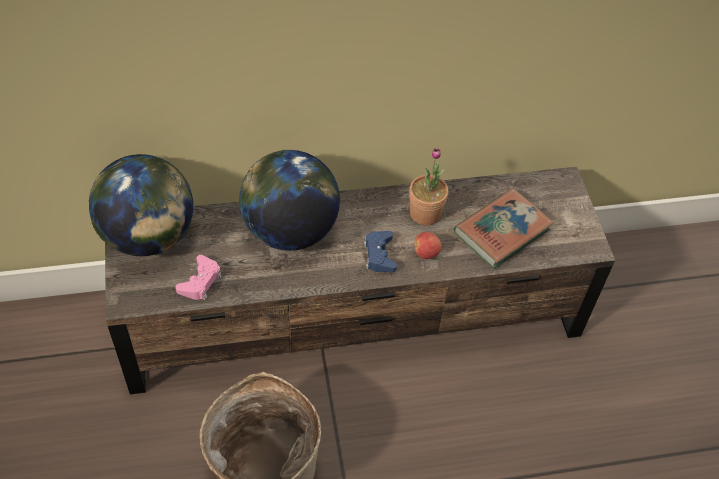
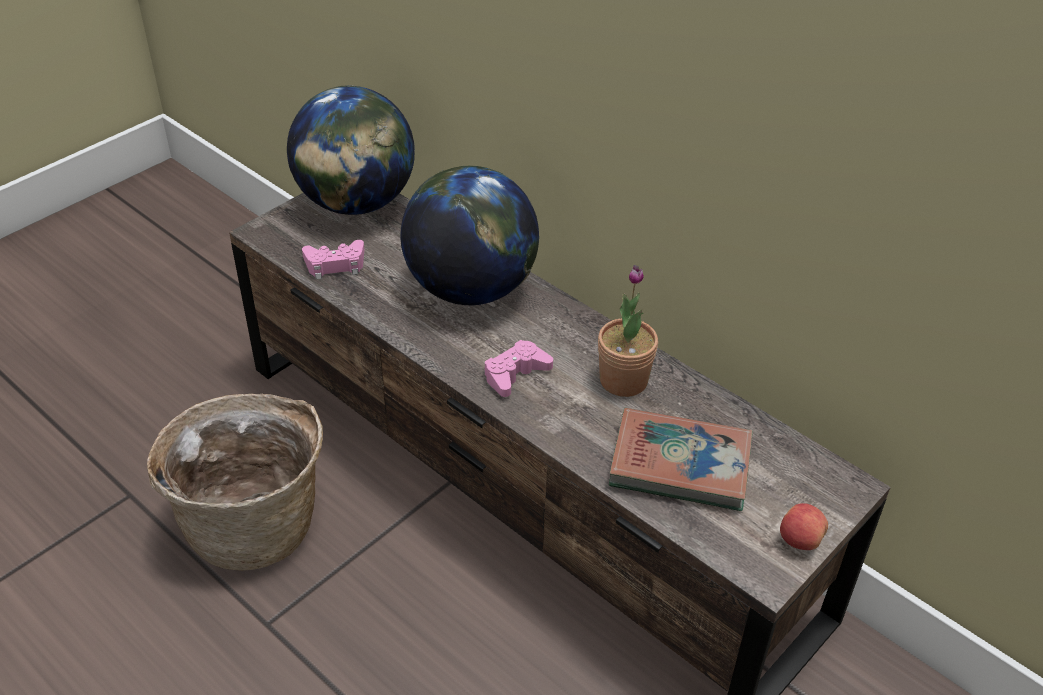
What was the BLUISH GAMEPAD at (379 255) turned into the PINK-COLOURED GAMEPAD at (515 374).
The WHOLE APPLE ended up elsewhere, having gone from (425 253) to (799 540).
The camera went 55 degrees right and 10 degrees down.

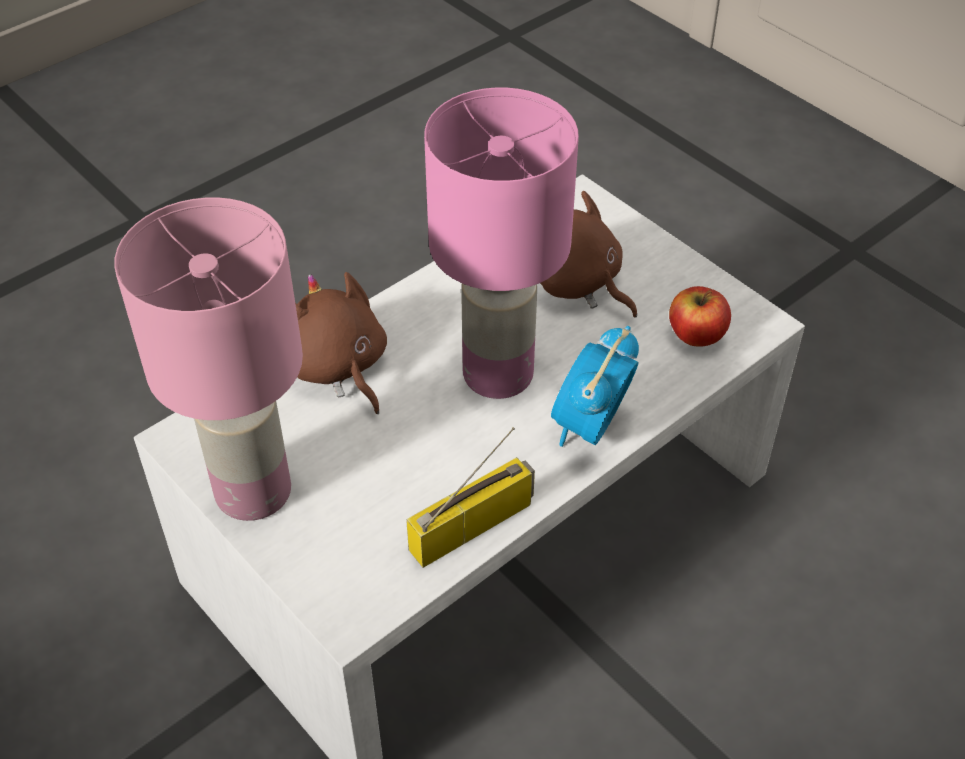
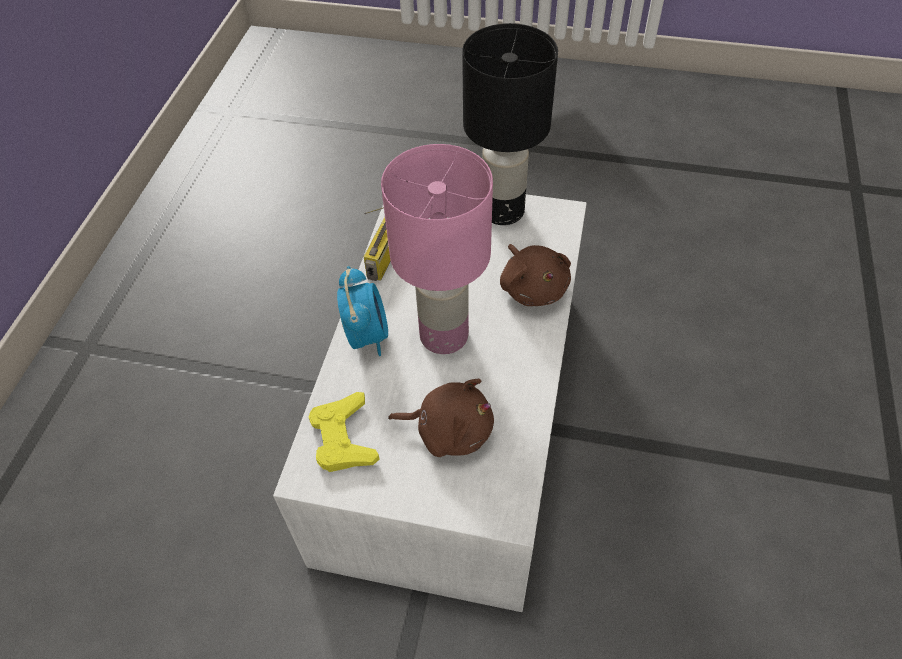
What was the PINK-COLOURED LAMP FOR A TABLE at (255 491) turned into the BLACKISH LAMP FOR A TABLE at (501 211).
The BROWN-COLOURED CUDDLY TOY at (338 368) ended up facing another way, 45 degrees clockwise from before.
Where the WHOLE APPLE stood at (696 335), the YELLOWISH GAMEPAD came to stand at (343 438).
The camera went 145 degrees right and 5 degrees up.

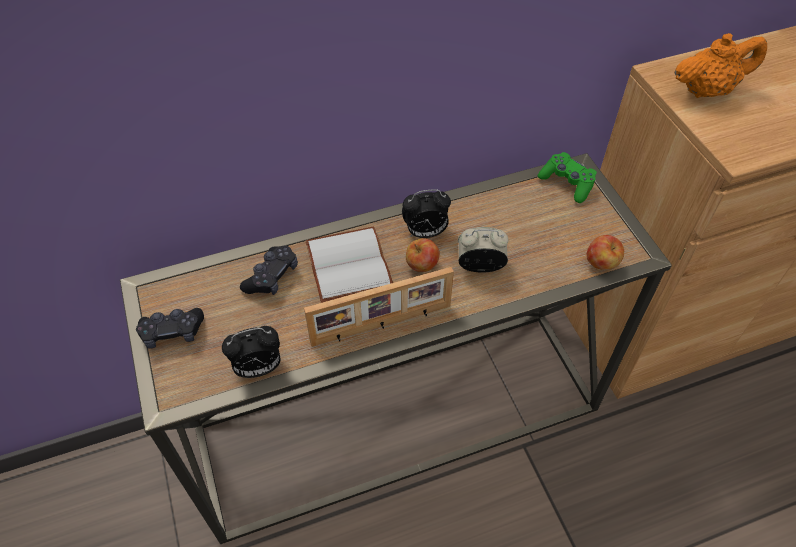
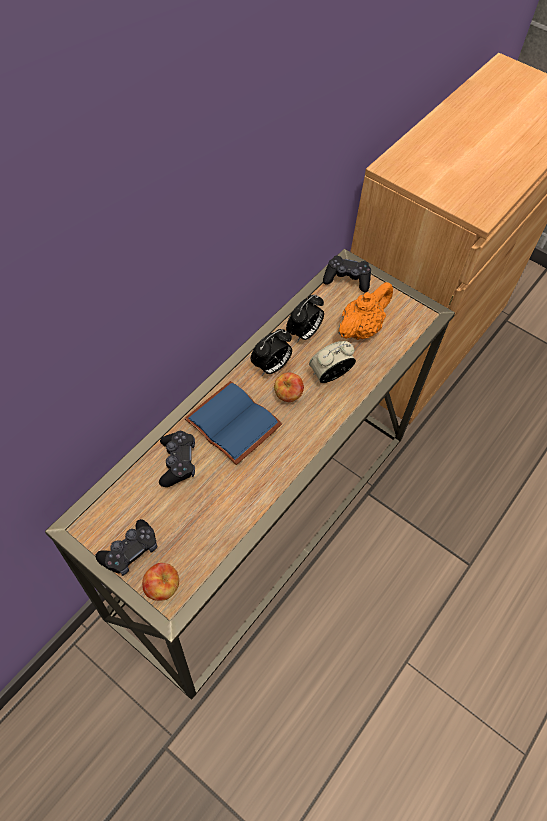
The TABLE CLOCK ended up elsewhere, having gone from (258 368) to (304 334).
The second view lost the PICTURE FRAME at (382 325).
What was the WHITE BOOK at (351 267) turned into the BLUISH BOOK at (235 422).
What was the GREEN-COLOURED GAMEPAD at (567 183) turned into the BLACKISH GAMEPAD at (347 279).
The WHOLE APPLE ended up elsewhere, having gone from (601 263) to (162 587).
The ORANGE TEAPOT ended up elsewhere, having gone from (707 91) to (361 329).
The camera went 35 degrees left and 5 degrees up.

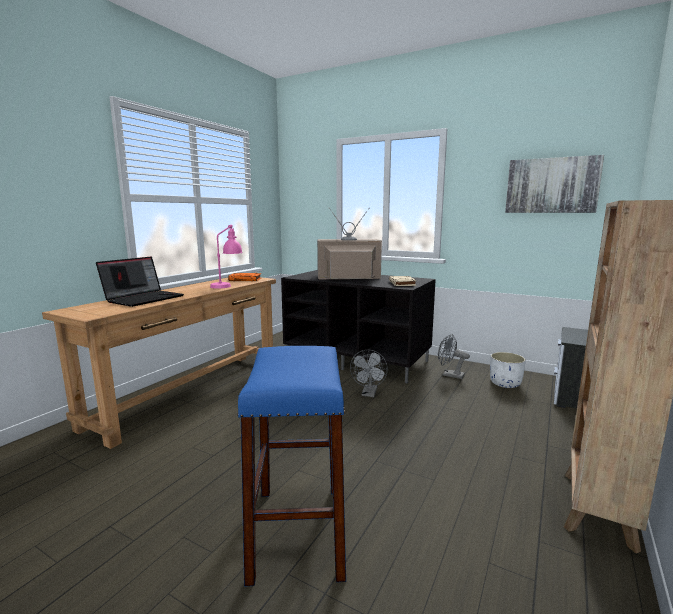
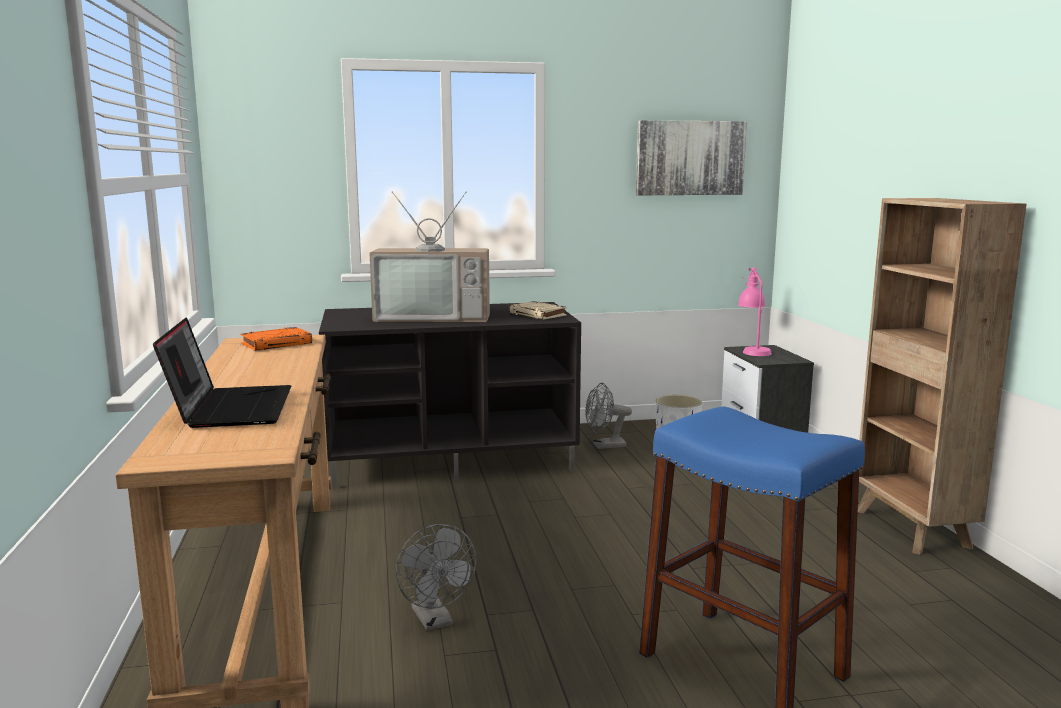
The PINK-COLOURED LAMP FOR A TABLE ended up elsewhere, having gone from (227 285) to (752 350).
The TV SET at (348 278) ended up facing another way, 135 degrees counterclockwise from before.
The GRAY ELECTRIC FAN ended up elsewhere, having gone from (369 394) to (435 621).
The camera went 40 degrees left and 0 degrees up.

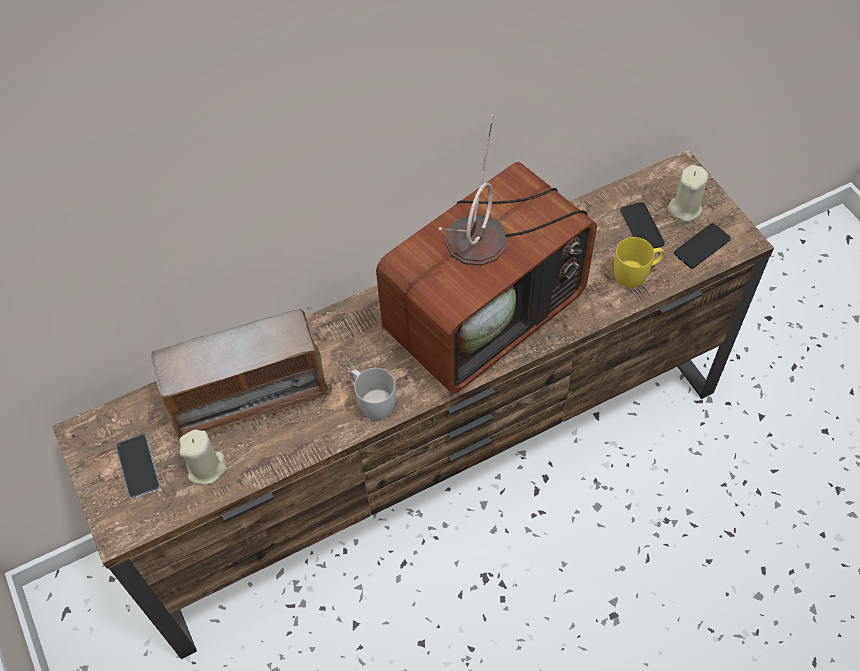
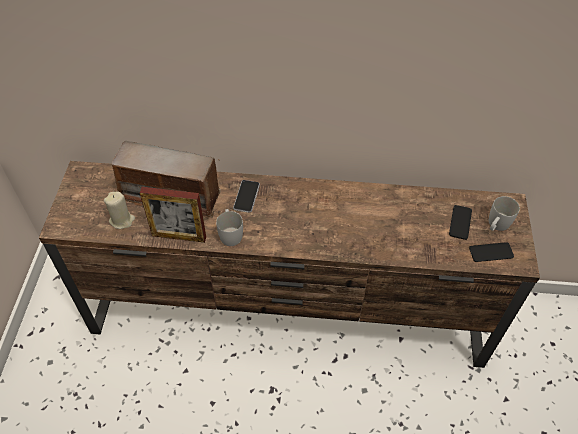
The HANDSET ended up elsewhere, having gone from (138 466) to (246 196).
The second view lost the TV SET at (484 309).
The second view lost the YELLOWISH MUG at (636 273).
Where the BEIGE-COLOURED CANDLE stood at (684 208), the WHITE MUG came to stand at (496 225).
The second view gained the PICTURE FRAME at (179 236).
The camera went 30 degrees right and 5 degrees down.

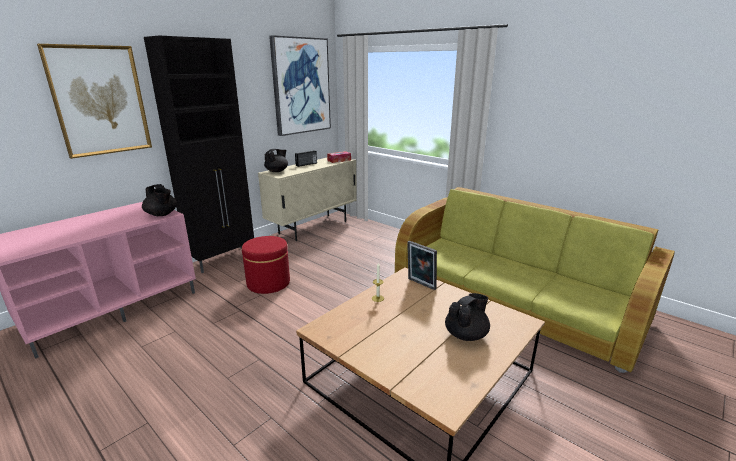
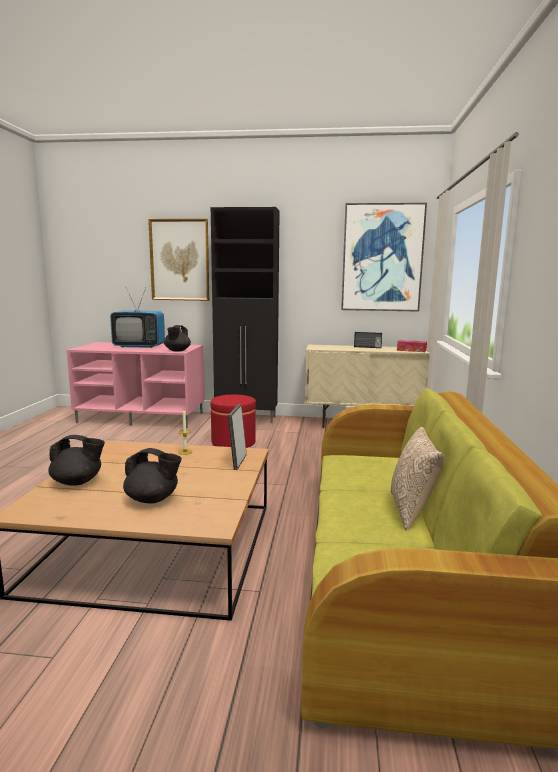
The BLACKISH TEAPOT ended up elsewhere, having gone from (277 171) to (77 482).
The second view gained the TV SET at (139 346).
The second view gained the PILLOW at (412 510).
The camera went 55 degrees right and 10 degrees down.

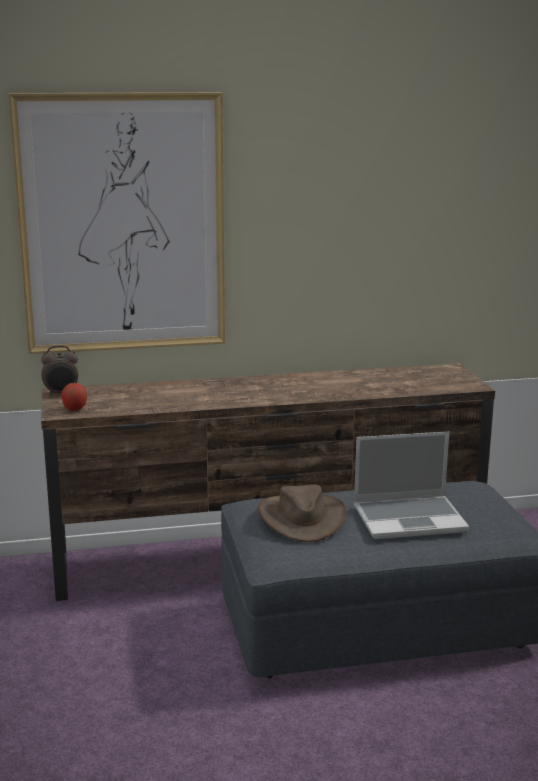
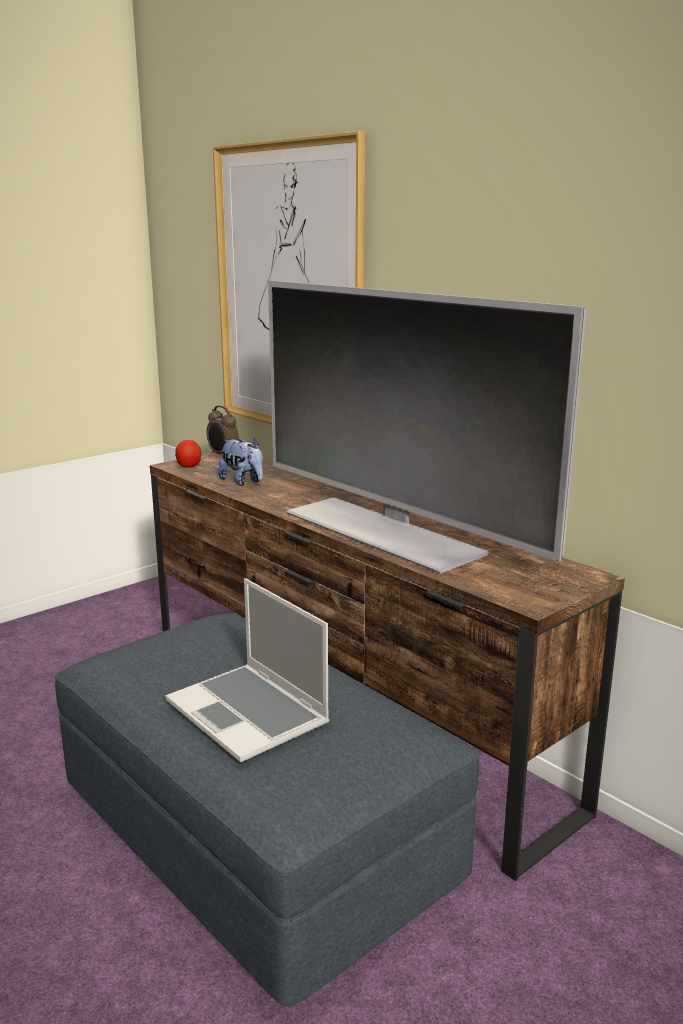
The second view lost the BROWN-COLOURED WEARABLE HAT at (301 518).
The second view gained the CUDDLY TOY at (243 482).
The second view gained the TV SET at (384 531).
The camera went 60 degrees right and 0 degrees up.

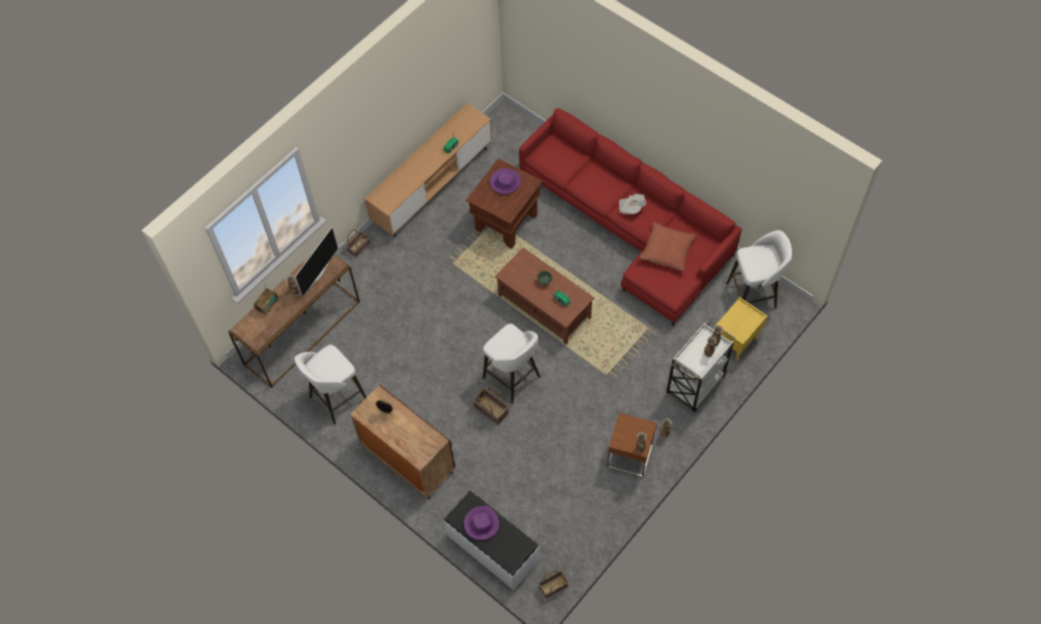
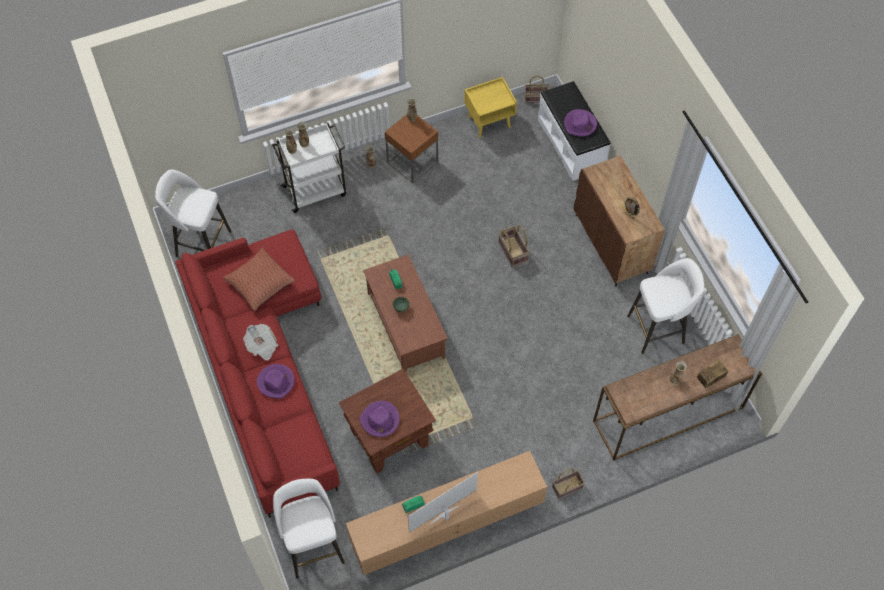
The TV SET ended up elsewhere, having gone from (318 274) to (445 516).
The WHITE SITTING STOOL ended up elsewhere, having gone from (513 378) to (313 545).
The YELLOWISH NIGHTSTAND ended up elsewhere, having gone from (735 341) to (489 121).
The second view gained the PURPLE WEARABLE HAT at (276 382).
The camera went 155 degrees left and 0 degrees up.

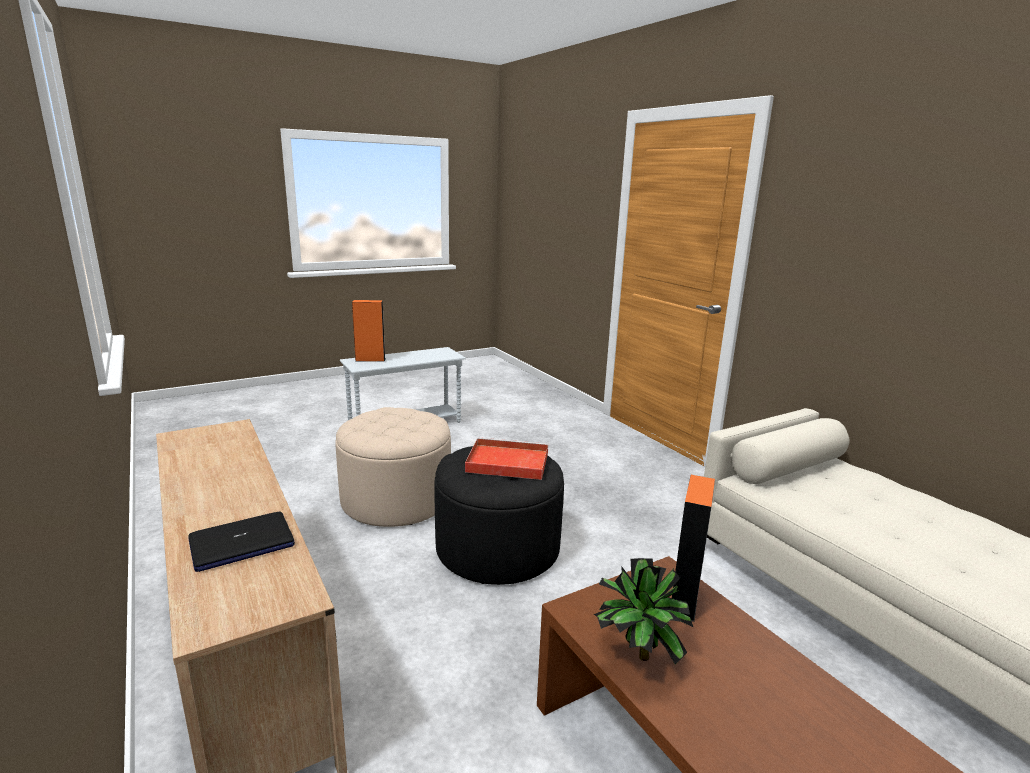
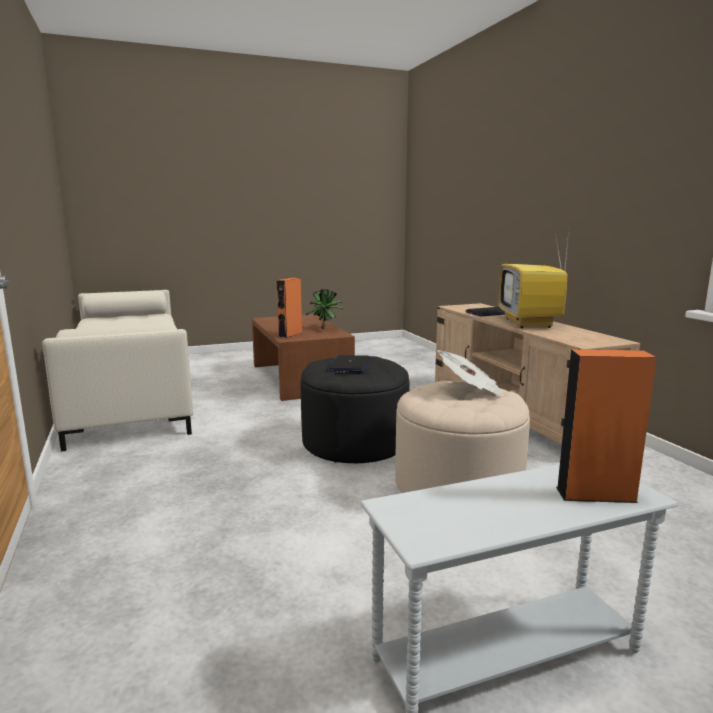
Where the RED SERVING TRAY stood at (506 462), the PORTABLE COMPUTER came to stand at (349 365).
The second view gained the NEWSPAPER at (470 390).
The second view gained the TV SET at (529 323).
The camera went 170 degrees left and 5 degrees down.

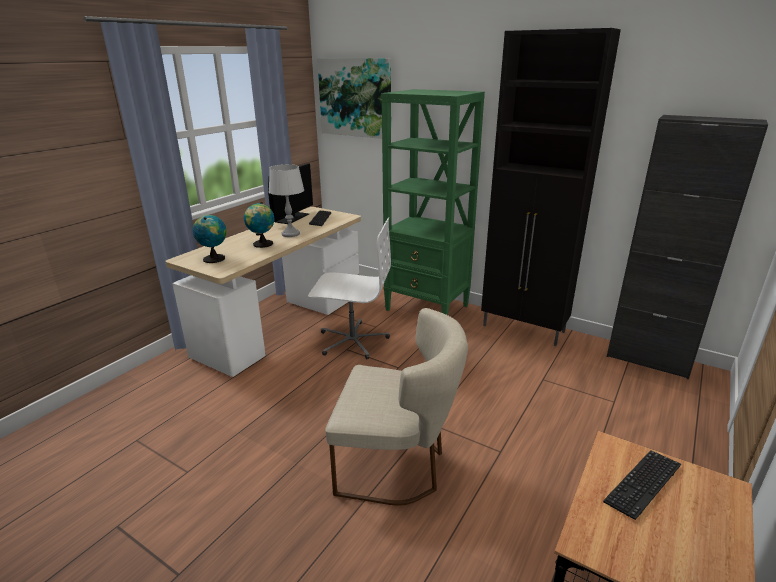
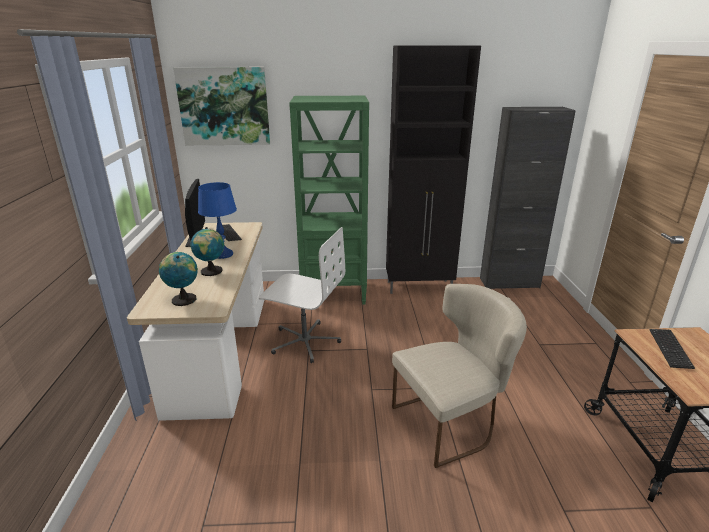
What was the GRAY LAMP FOR A TABLE at (291 234) turned into the BLUISH LAMP FOR A TABLE at (223 254).
The WHITE COMPUTER CHAIR at (352 340) ended up facing another way, 45 degrees clockwise from before.
The camera went 35 degrees left and 0 degrees up.

